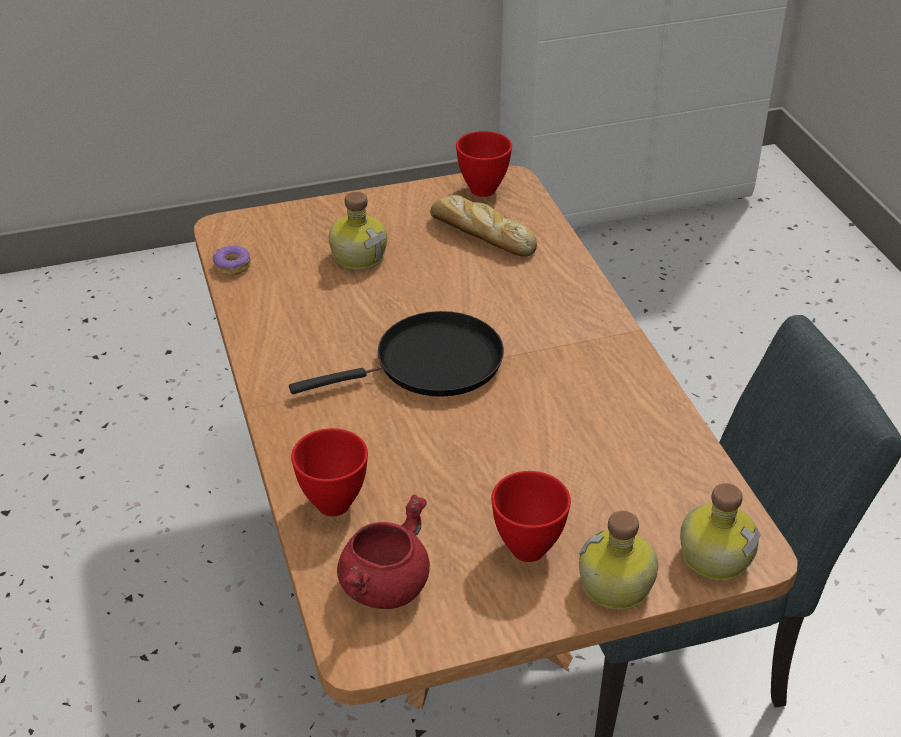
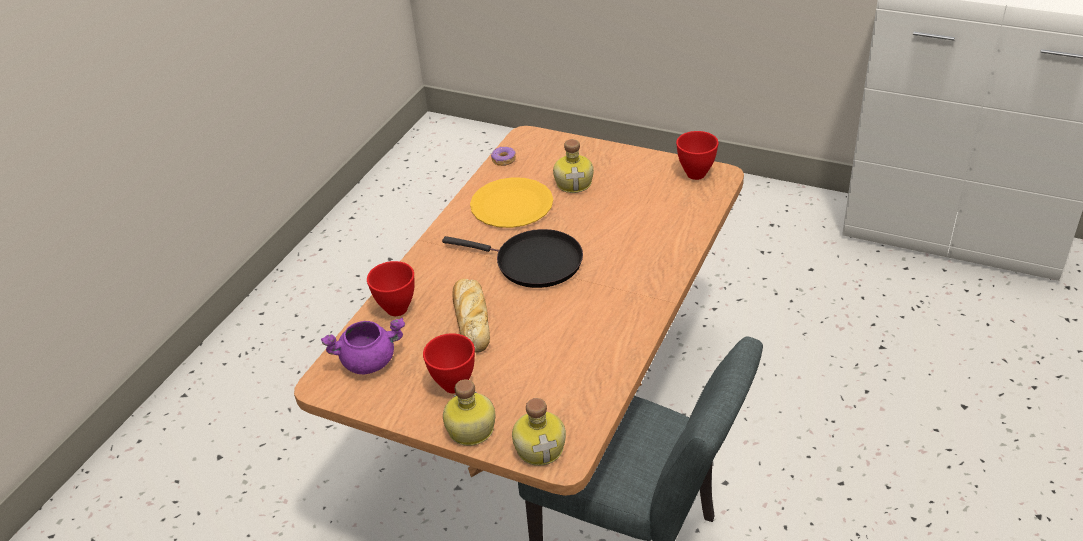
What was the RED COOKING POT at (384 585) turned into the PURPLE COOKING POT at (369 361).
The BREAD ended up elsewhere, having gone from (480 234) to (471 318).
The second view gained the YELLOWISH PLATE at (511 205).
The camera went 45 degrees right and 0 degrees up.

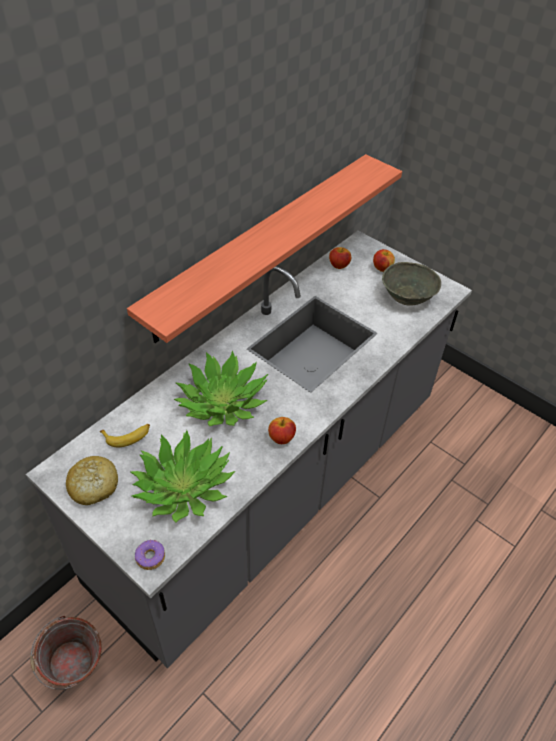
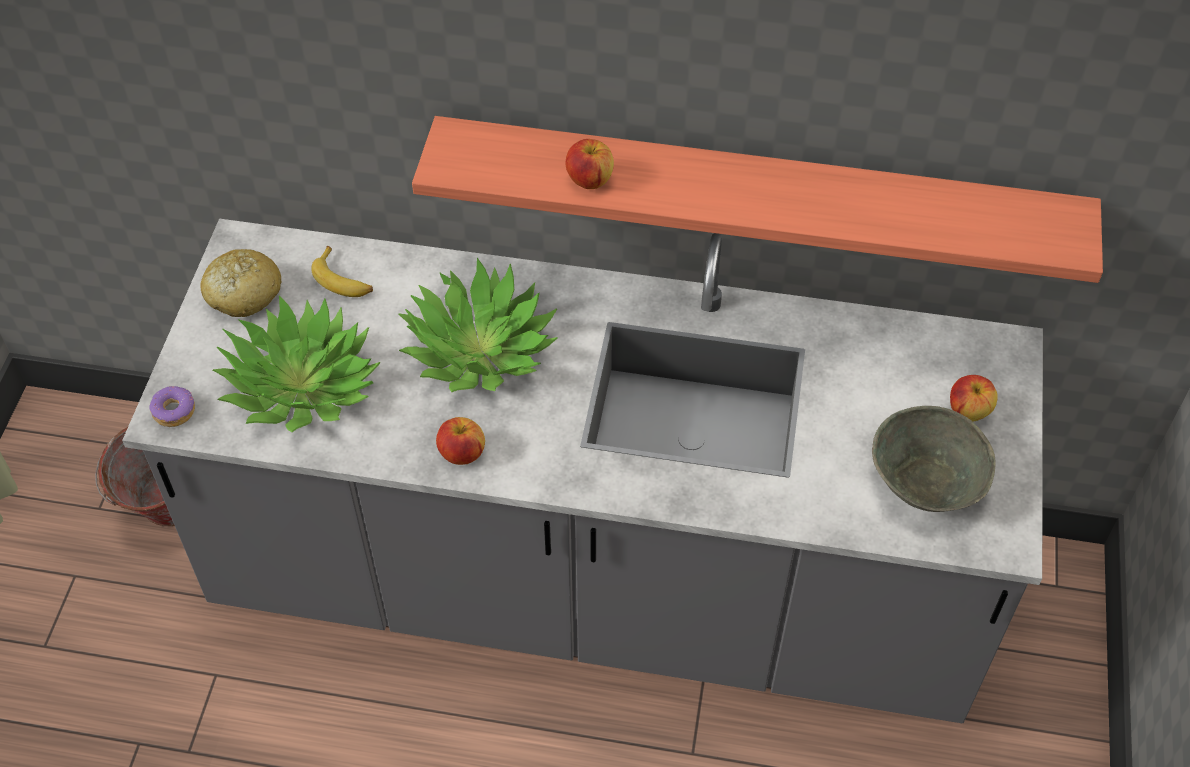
The WHOLE APPLE ended up elsewhere, having gone from (339 265) to (589 180).
The camera went 60 degrees right and 5 degrees up.

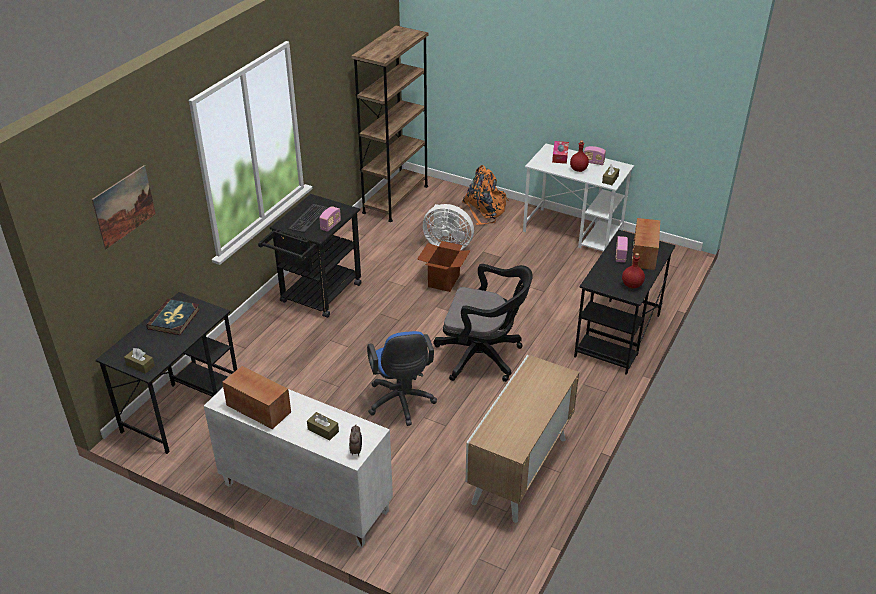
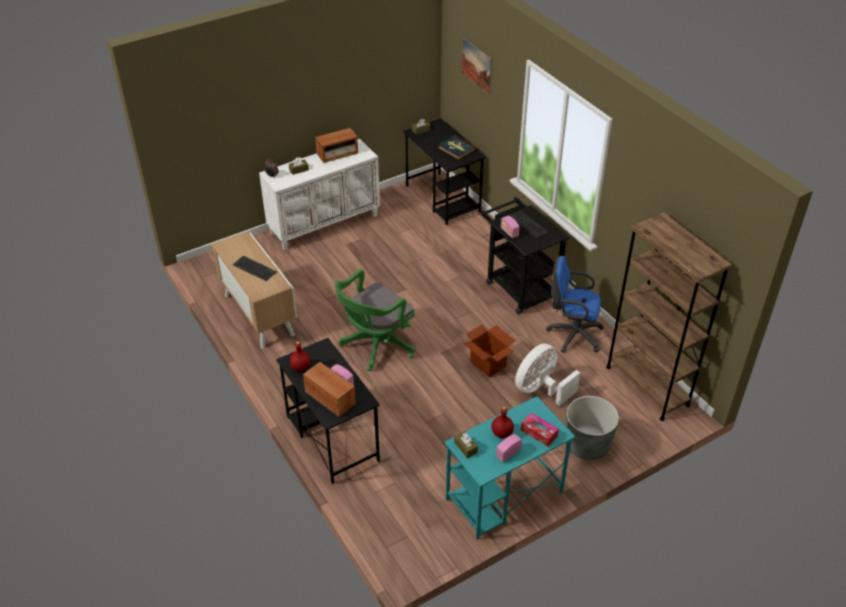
The BLUISH COMPUTER CHAIR ended up elsewhere, having gone from (401 404) to (572 334).
What was the BLACKISH COMPUTER CHAIR at (483 357) turned into the GREEN-COLOURED COMPUTER CHAIR at (375 345).
Where the ORANGE BACKPACK stood at (485 210), the GRAY PLANTER came to stand at (587 444).
What was the WHITE DESK TABLE at (573 231) turned into the TURQUOISE DESK TABLE at (503 496).
The second view gained the KEYBOARD at (254 269).
The camera went 120 degrees right and 5 degrees up.

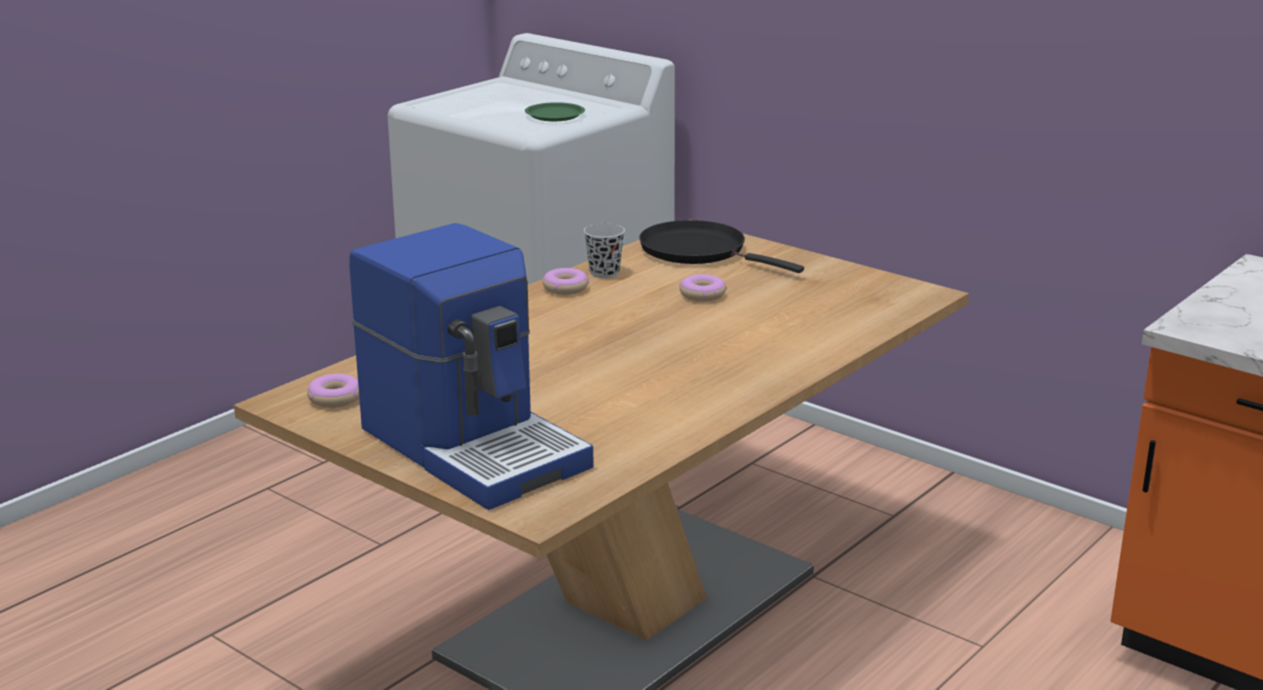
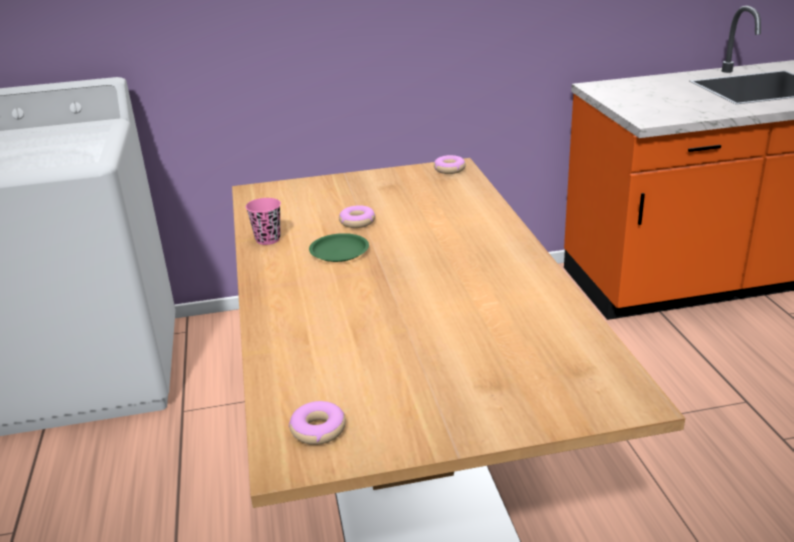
The second view lost the COFFEE MAKER at (475 446).
The GREEN-COLOURED PLATE ended up elsewhere, having gone from (555 116) to (339 252).
The RING DOUGHNUT ended up elsewhere, having gone from (565 288) to (449 169).
What was the BLACKISH CUP at (604 273) turned into the PINK-COLOURED CUP at (268 239).
The second view lost the BLACKISH PAN at (699 251).
The camera went 50 degrees left and 5 degrees up.

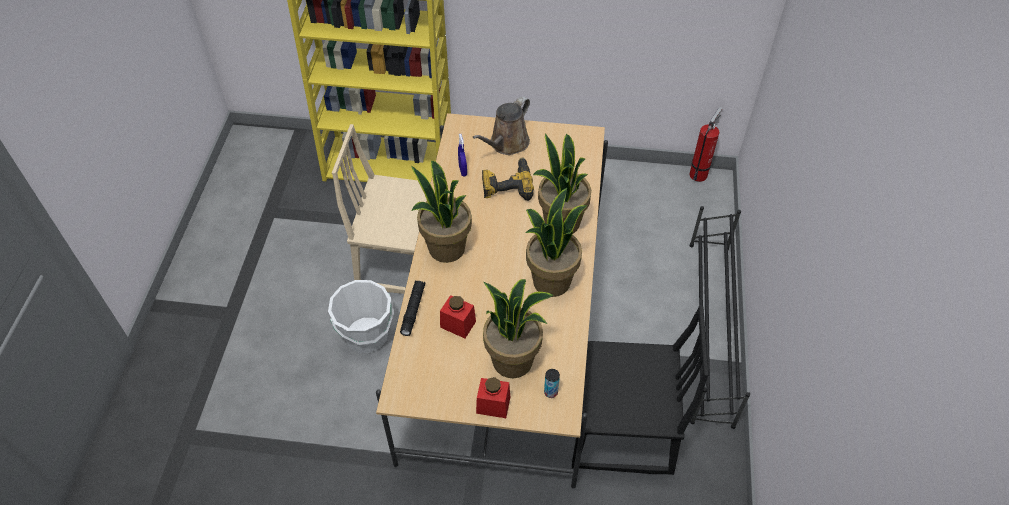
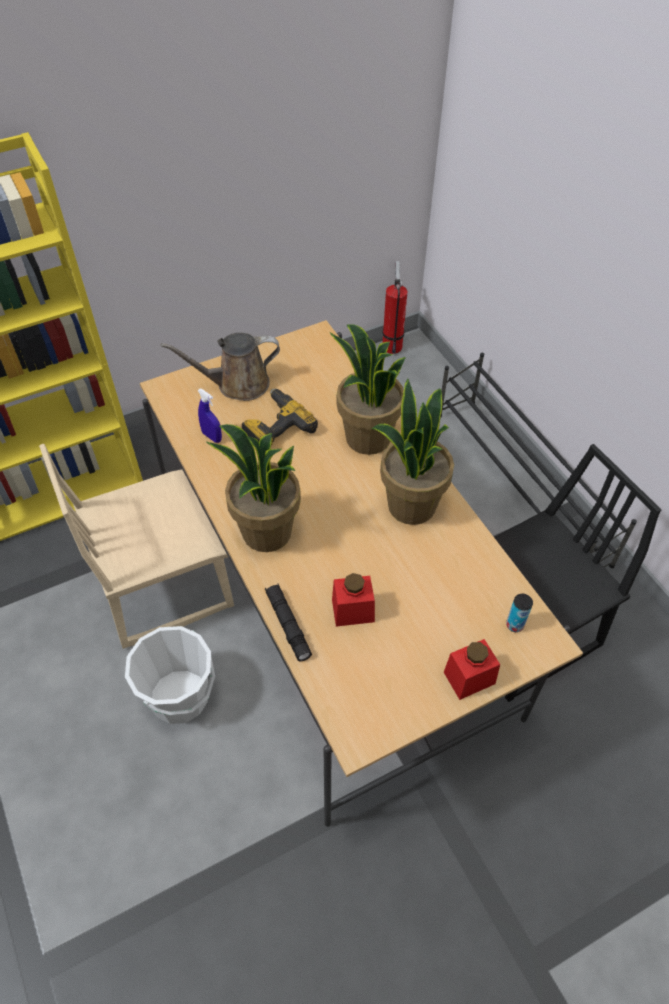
The BROWN-COLOURED WATERING POT at (507 144) ended up facing another way, 75 degrees clockwise from before.
The second view lost the POTTED PLANT at (513 360).
The camera went 35 degrees left and 0 degrees up.

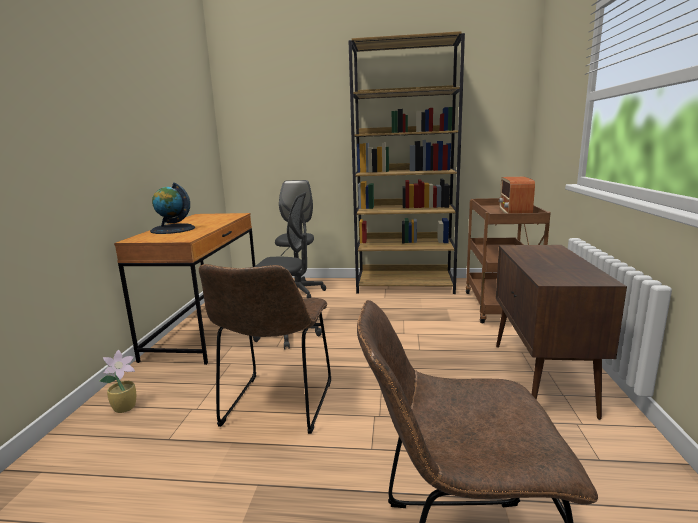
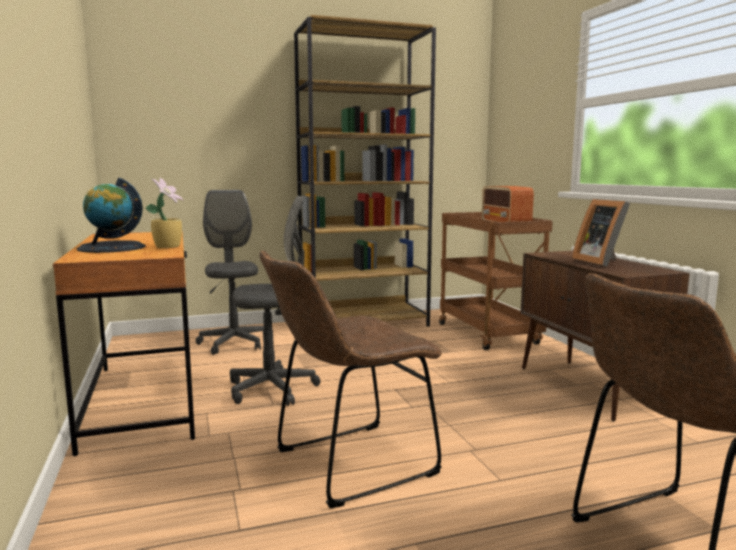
The POTTED PLANT ended up elsewhere, having gone from (126 407) to (169 246).
The BROWN-COLOURED UPRIGHT CHAIR at (277 407) ended up facing another way, 75 degrees clockwise from before.
The second view gained the PICTURE FRAME at (601 262).
The camera went 25 degrees left and 5 degrees down.

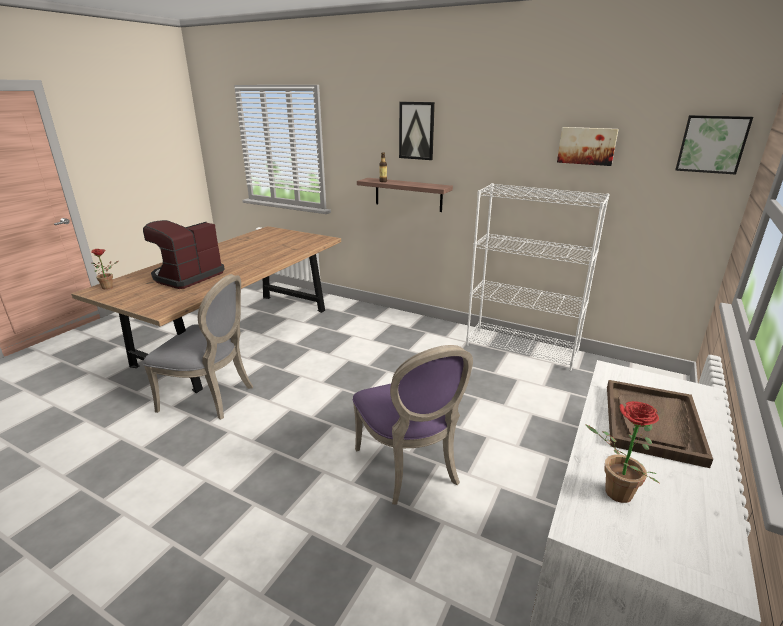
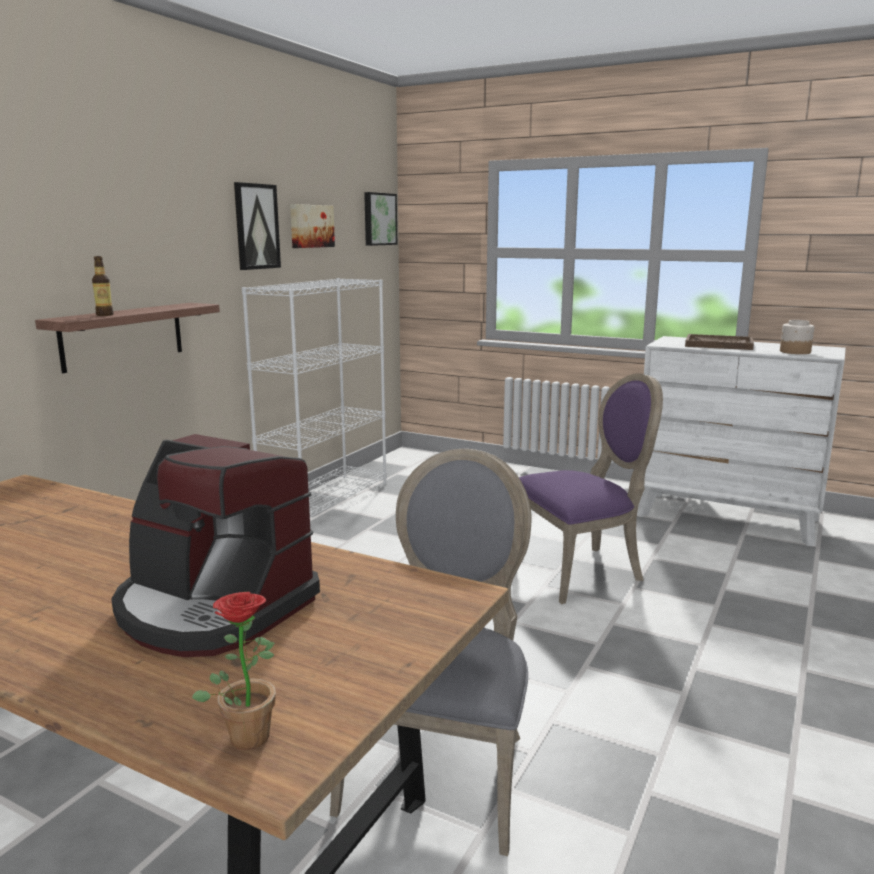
The PICTURE ended up elsewhere, having gone from (416 131) to (256 226).
Where the POTTED PLANT stood at (612 492), the JAR came to stand at (794 352).
The camera went 90 degrees left and 10 degrees down.

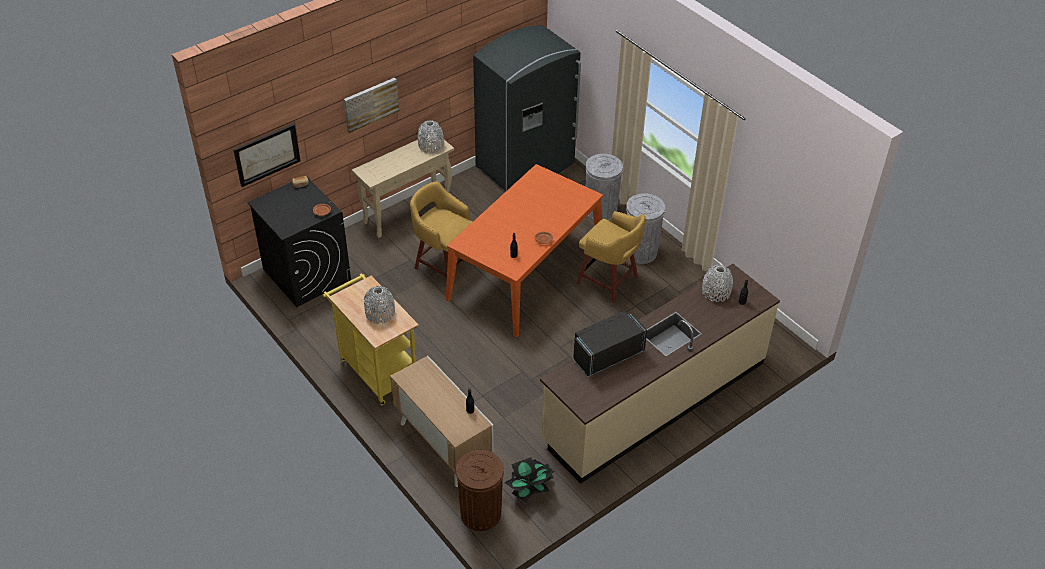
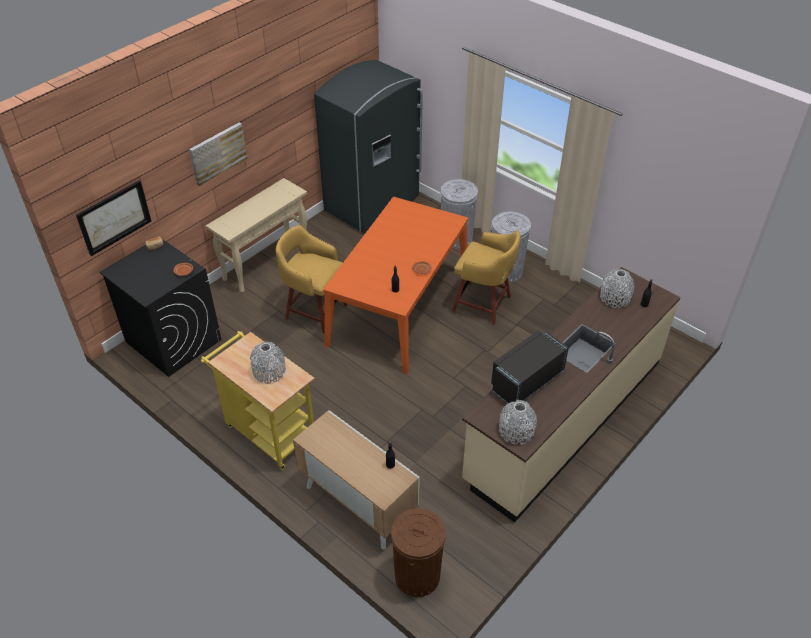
The GRAY VASE ended up elsewhere, having gone from (431 145) to (516 431).
The second view lost the POTTED PLANT at (530 488).
The camera went 10 degrees left and 0 degrees up.

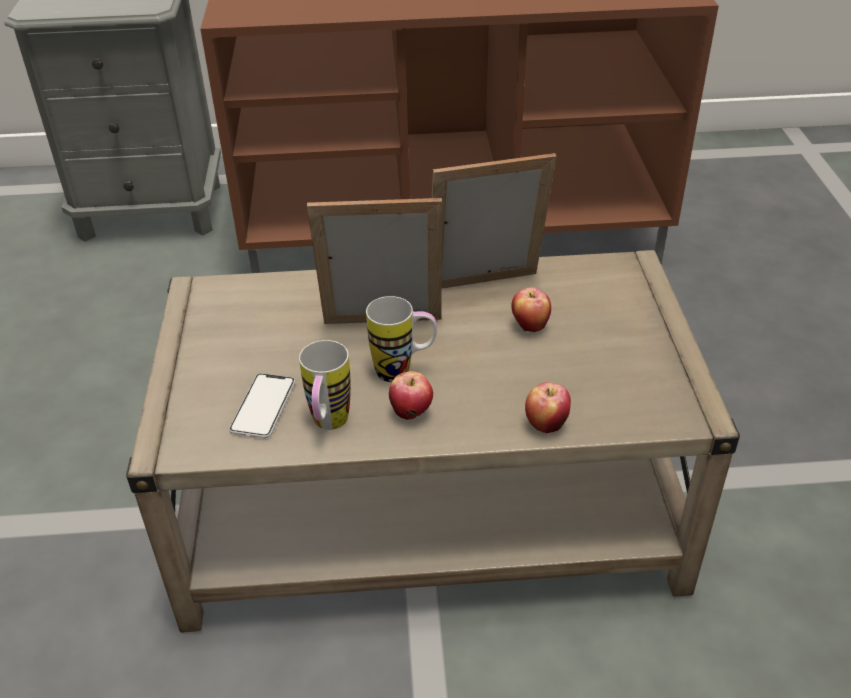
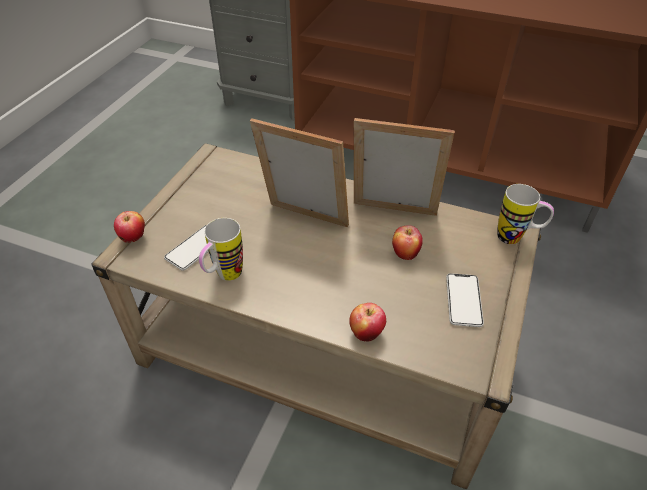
The MUG ended up elsewhere, having gone from (404 371) to (516 239).
The WHOLE APPLE ended up elsewhere, having gone from (411 413) to (134 239).
The second view gained the HANDSET at (463 300).
The camera went 25 degrees right and 5 degrees up.

